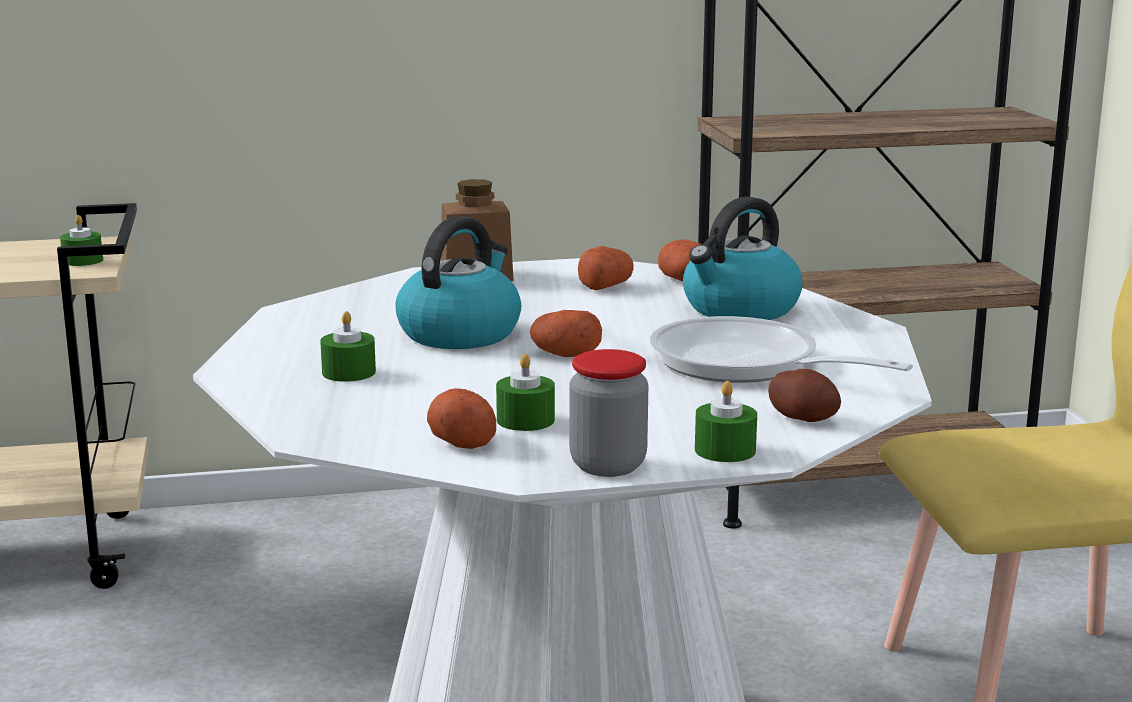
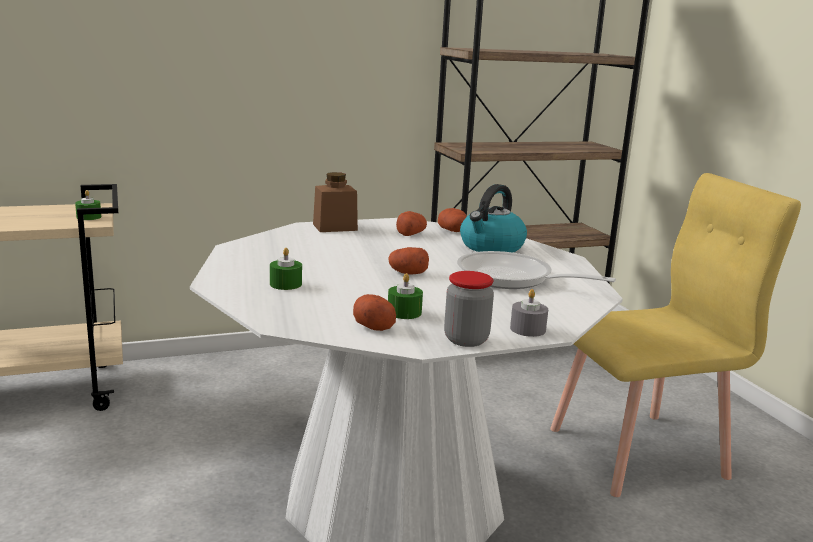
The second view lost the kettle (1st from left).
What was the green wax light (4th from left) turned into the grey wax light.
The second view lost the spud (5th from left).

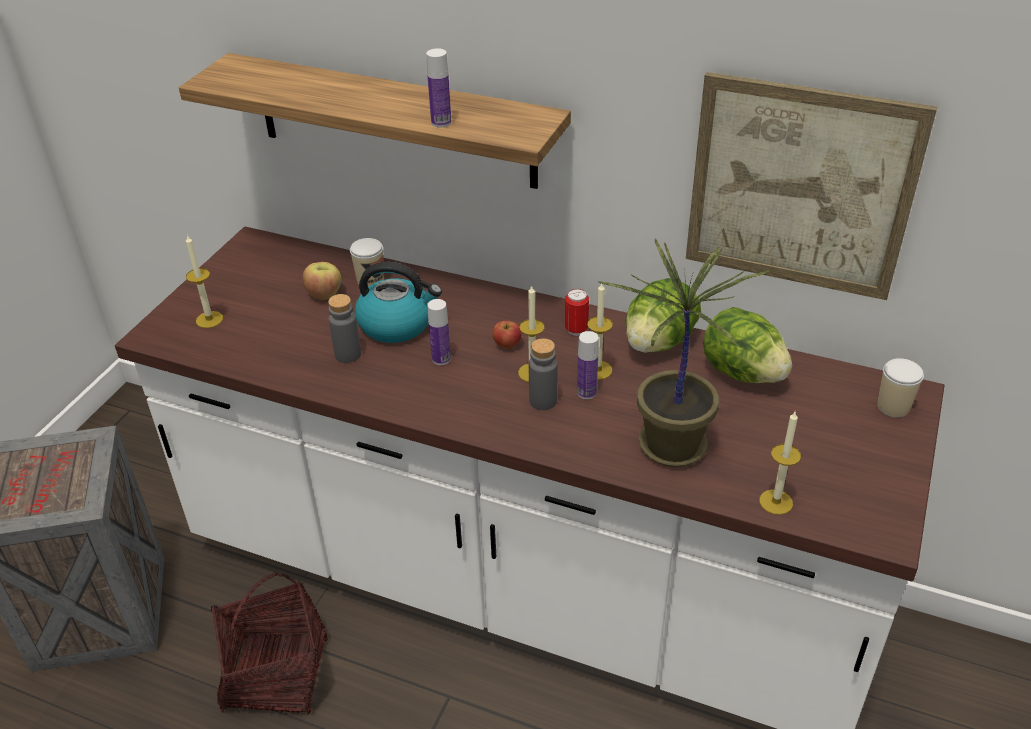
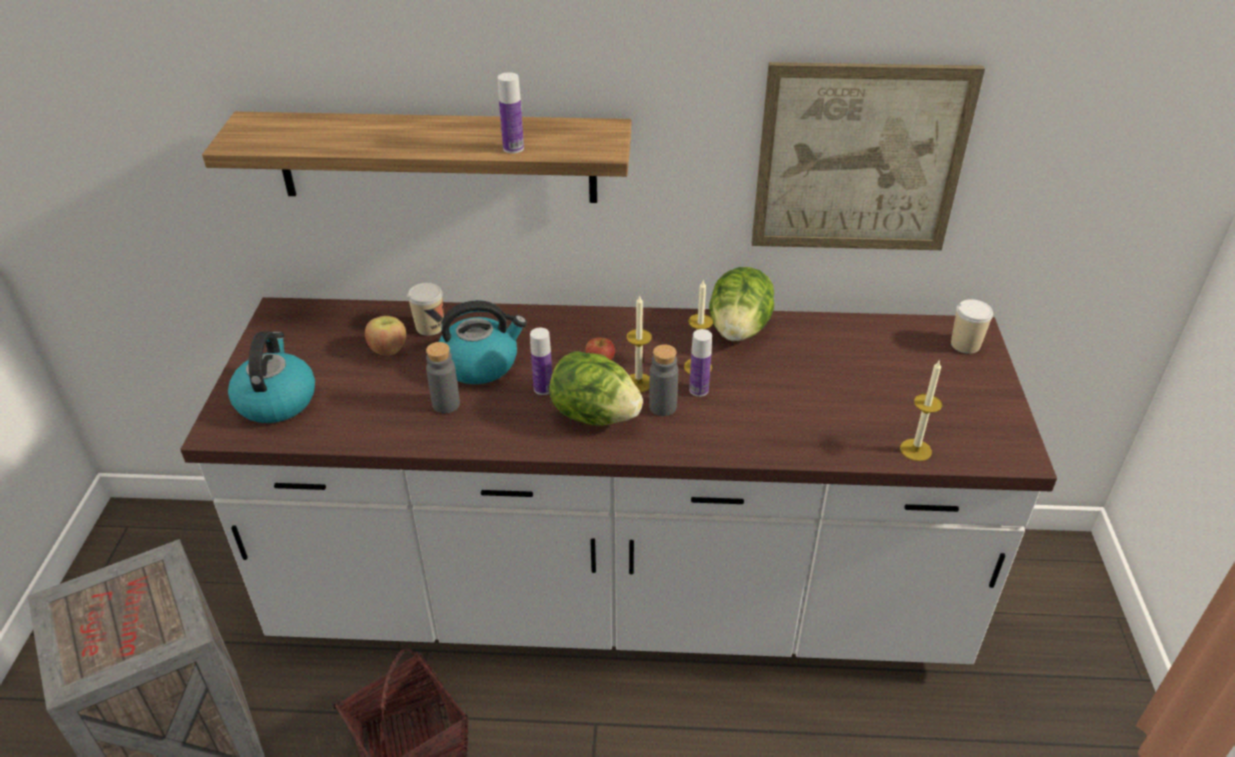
Where the wax light (1st from left) stood, the kettle (1st from left) came to stand.
The second view lost the can.
The second view lost the houseplant.
The lettuce (2nd from left in the first image) ended up elsewhere.

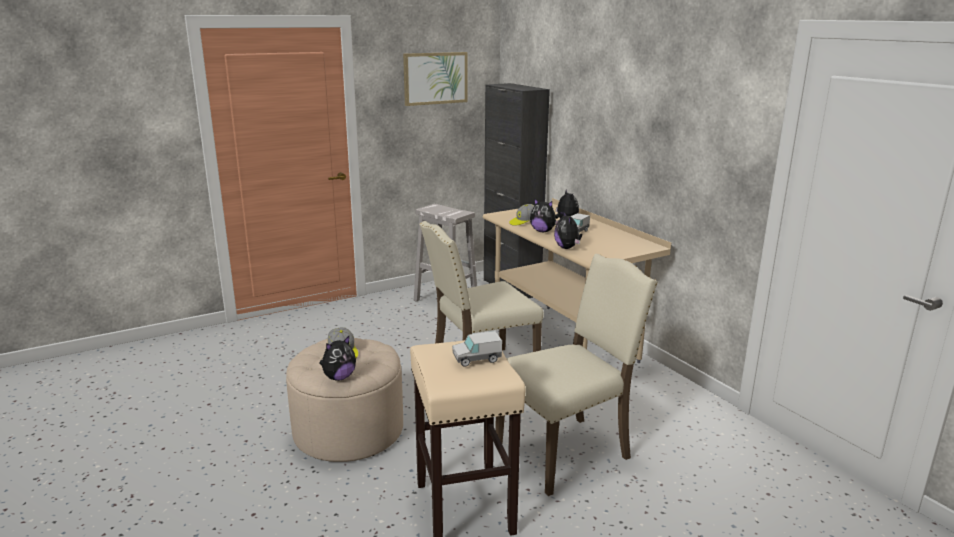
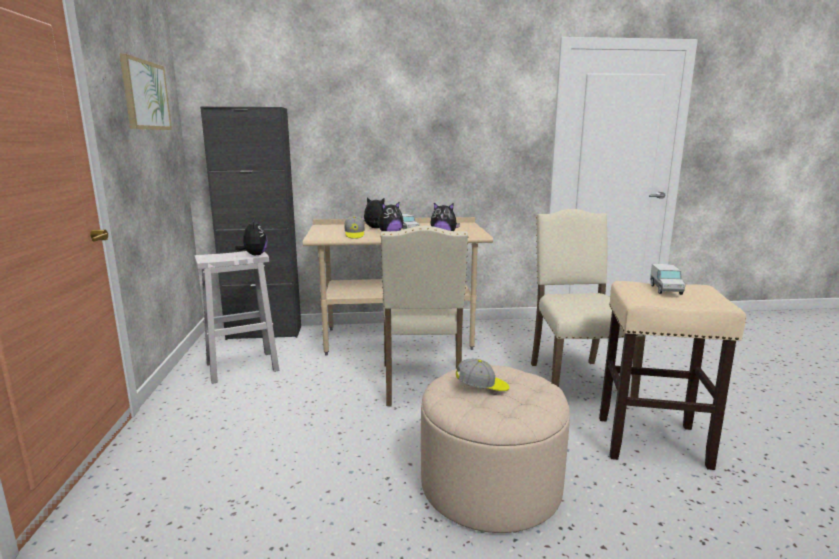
The plush toy (1st from left) ended up elsewhere.

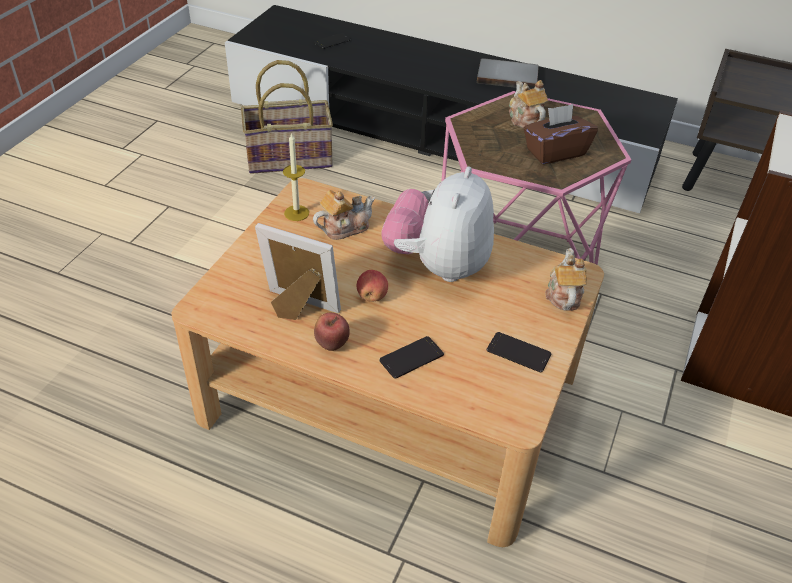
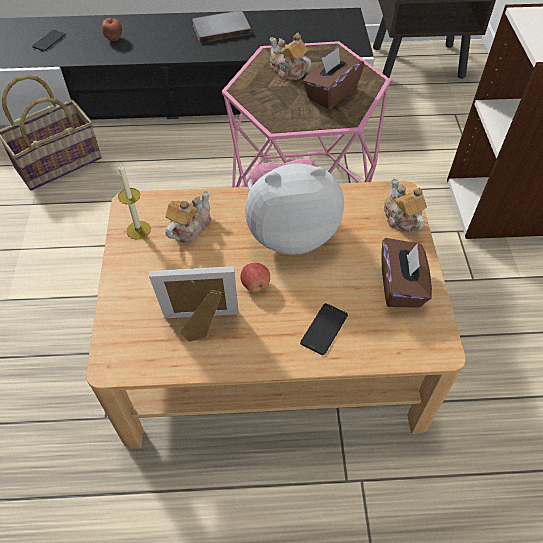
The apple fruit (1st from left) ended up elsewhere.
The plush toy ended up facing another way, 90 degrees clockwise from before.
Where the telephone (3rd from left) stood, the brownish tissue box (2nd from left) came to stand.

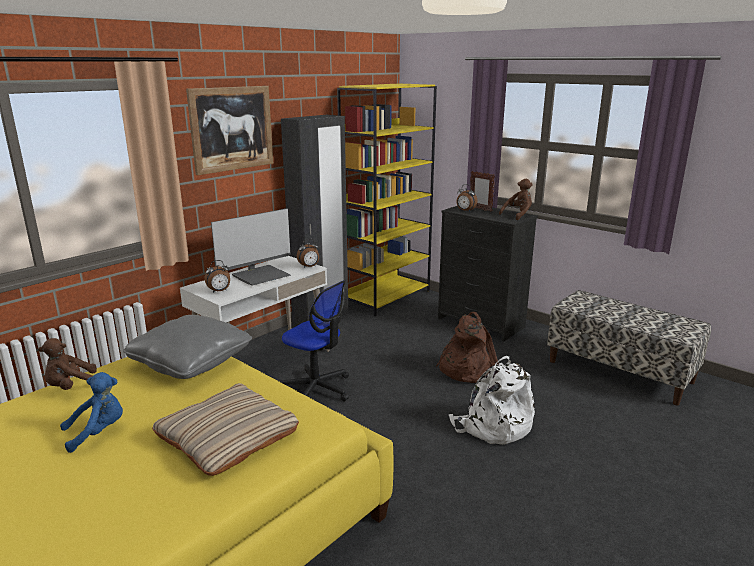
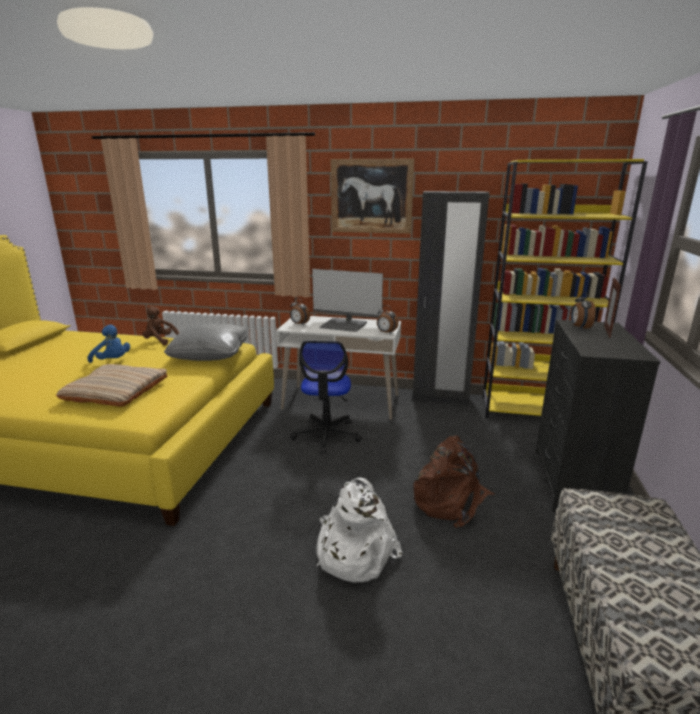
The second view lost the brownish plush toy (2nd from left).

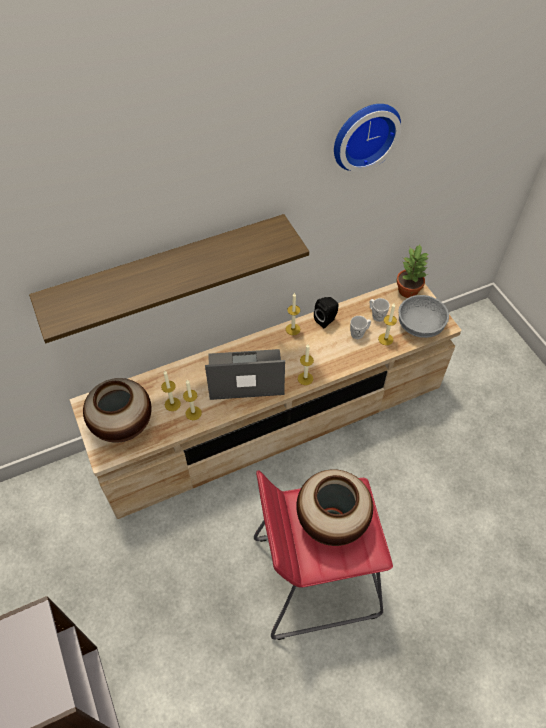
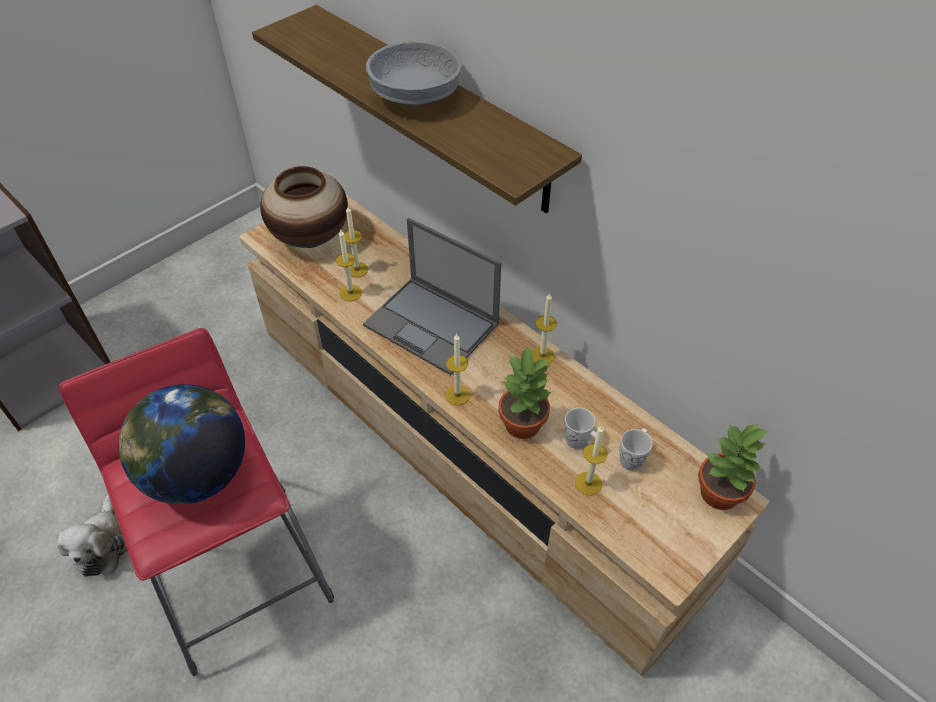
The portable computer ended up facing another way, 150 degrees clockwise from before.
Where the vase (2nd from left) stood, the world globe came to stand.
The second view lost the black-coloured loudspeaker.
The second view lost the hanging clock.
The grey deep dish ended up elsewhere.
The second view gained the plush toy.
The second view gained the houseplant (1st from left).

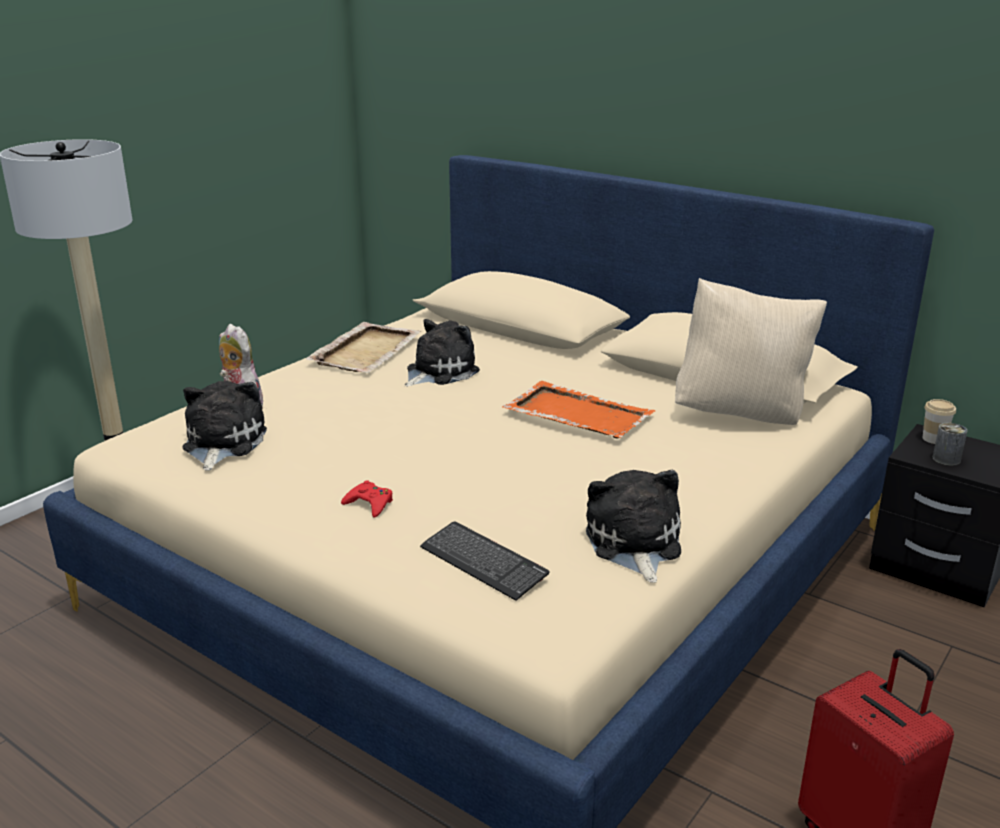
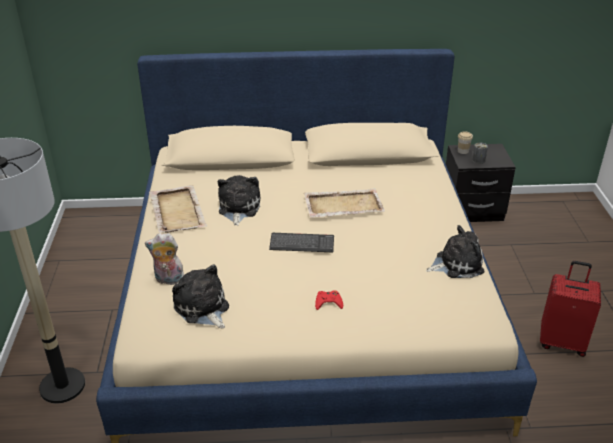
The keyboard ended up elsewhere.
What was the orange carrying tray turned into the sand-coloured carrying tray (2nd from left).
The plush toy (4th from left) ended up facing another way, 120 degrees clockwise from before.
The second view lost the sand-coloured pillow.

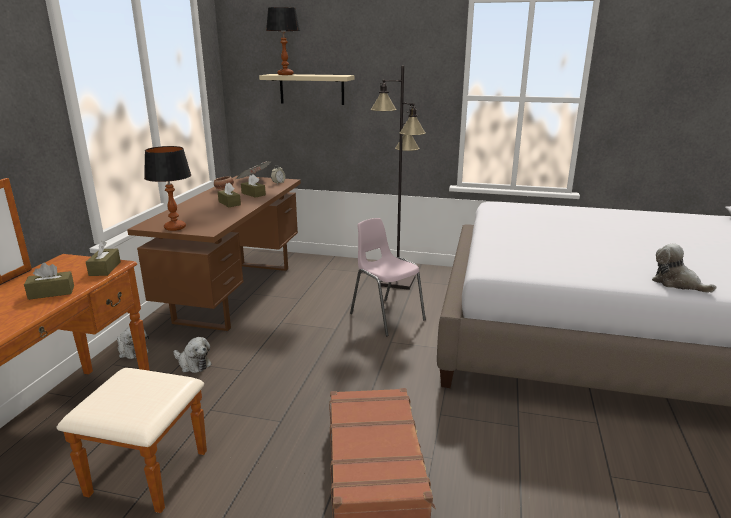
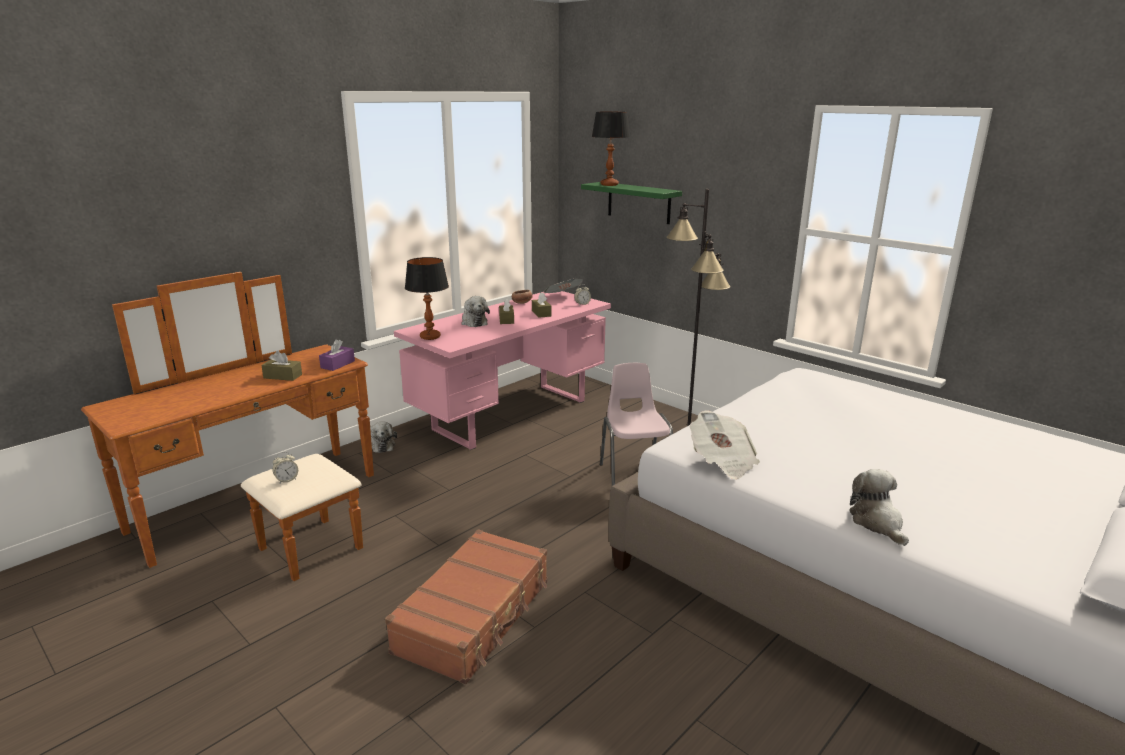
What was the brownish tissue box (2nd from left) turned into the purplish tissue box.
What was the brownish desk turned into the pink-coloured desk.
The plush toy (2nd from left) ended up elsewhere.
What was the sand-coloured shelf turned into the green shelf.
The second view gained the table clock (1st from left).
The second view gained the daily paper (2nd from left).

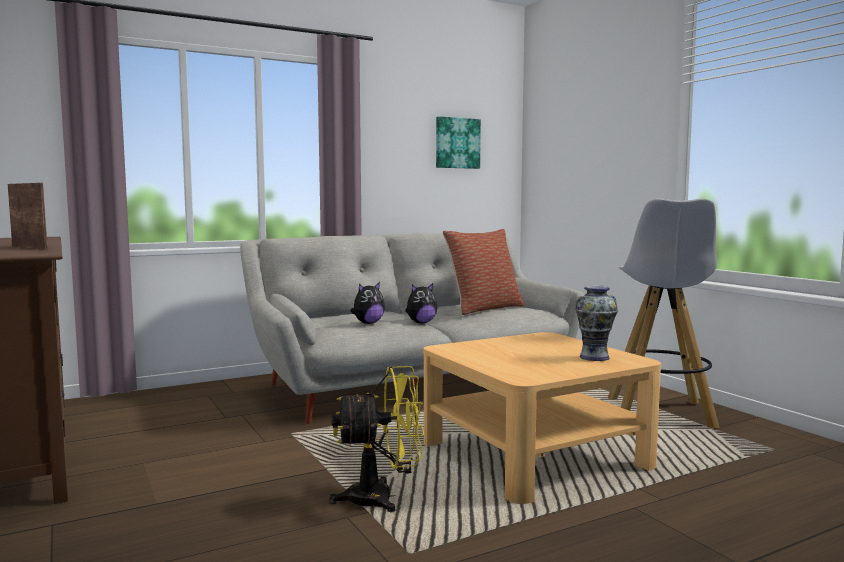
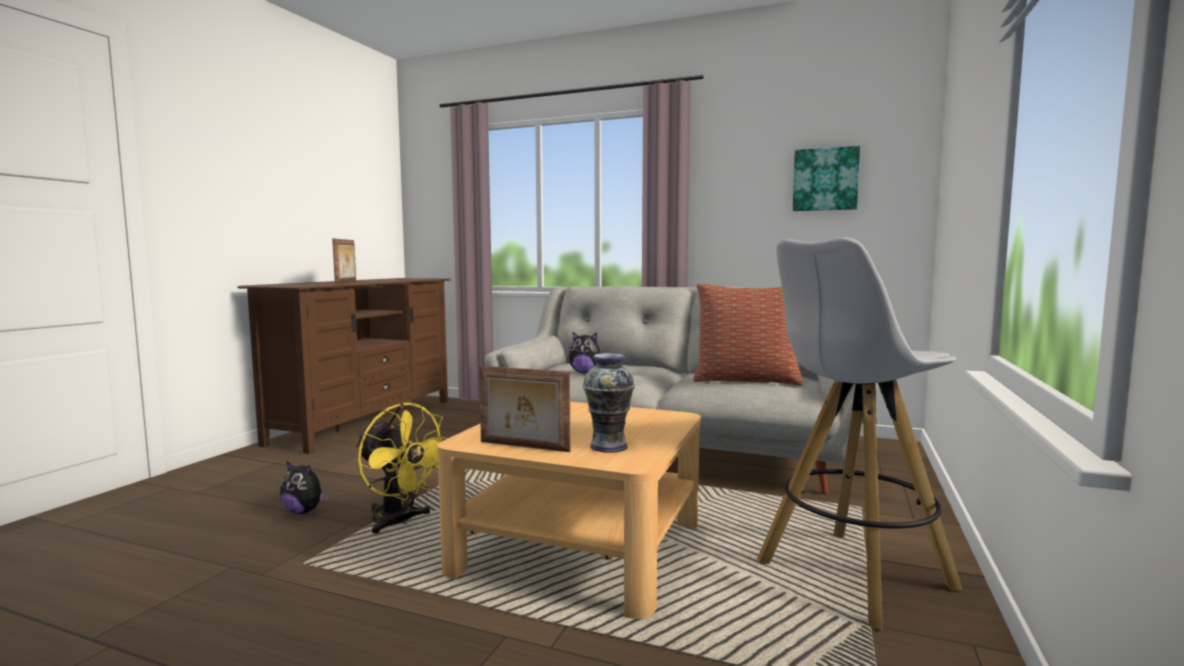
The plush toy (2nd from left in the first image) ended up elsewhere.
The second view gained the standing frame (2nd from left).

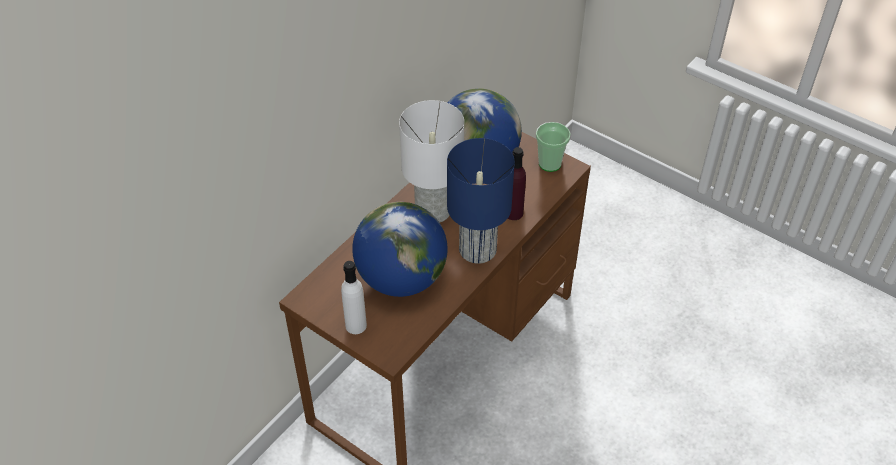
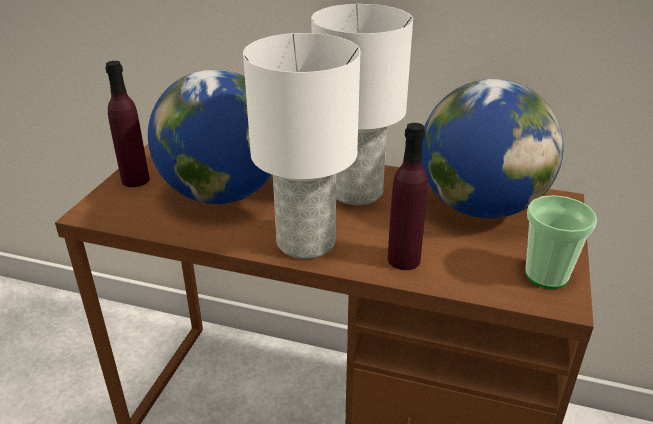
What was the whitish drink bottle turned into the purplish drink bottle (1st from left).
What was the bluish table lamp turned into the whitish table lamp (1st from left).

